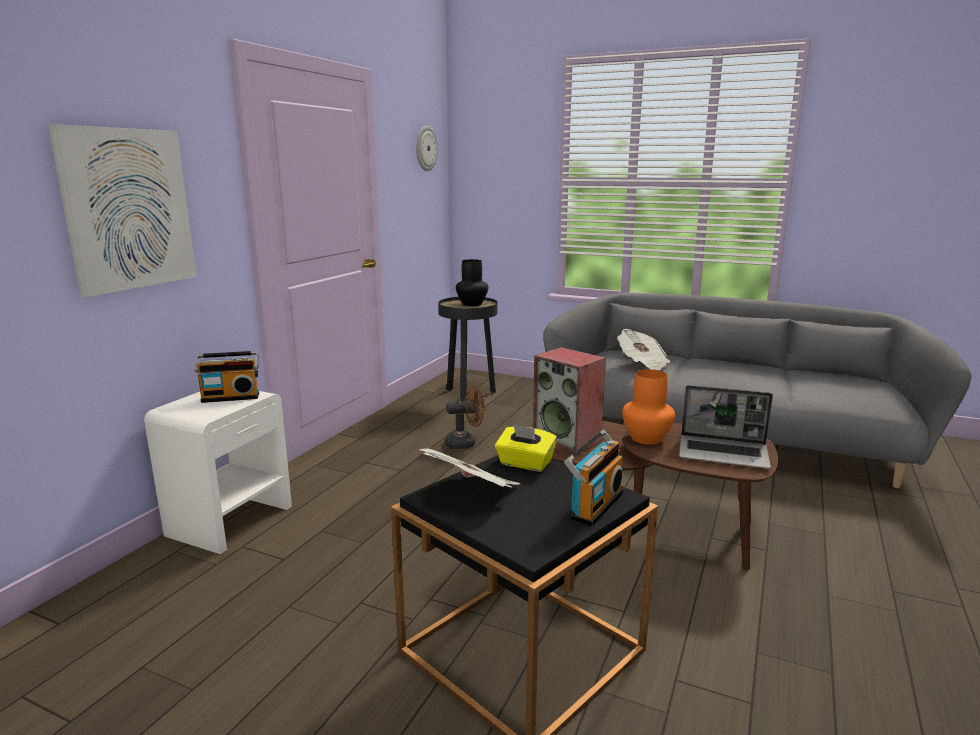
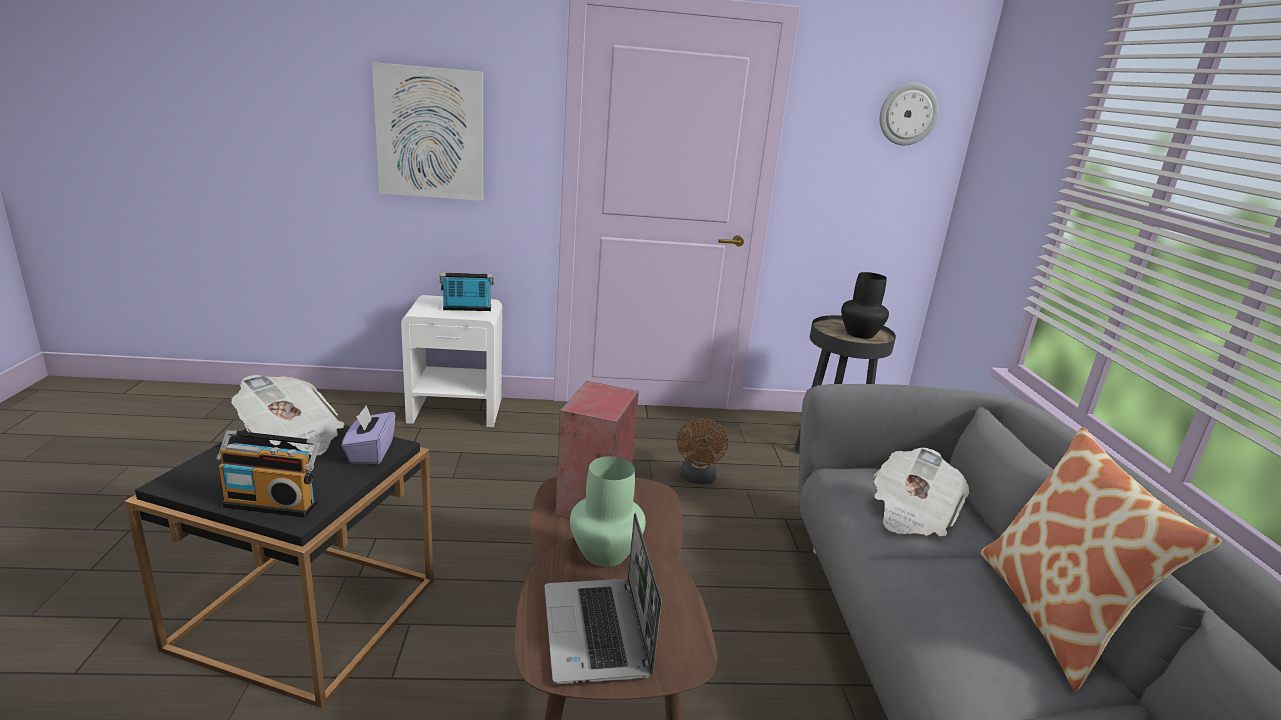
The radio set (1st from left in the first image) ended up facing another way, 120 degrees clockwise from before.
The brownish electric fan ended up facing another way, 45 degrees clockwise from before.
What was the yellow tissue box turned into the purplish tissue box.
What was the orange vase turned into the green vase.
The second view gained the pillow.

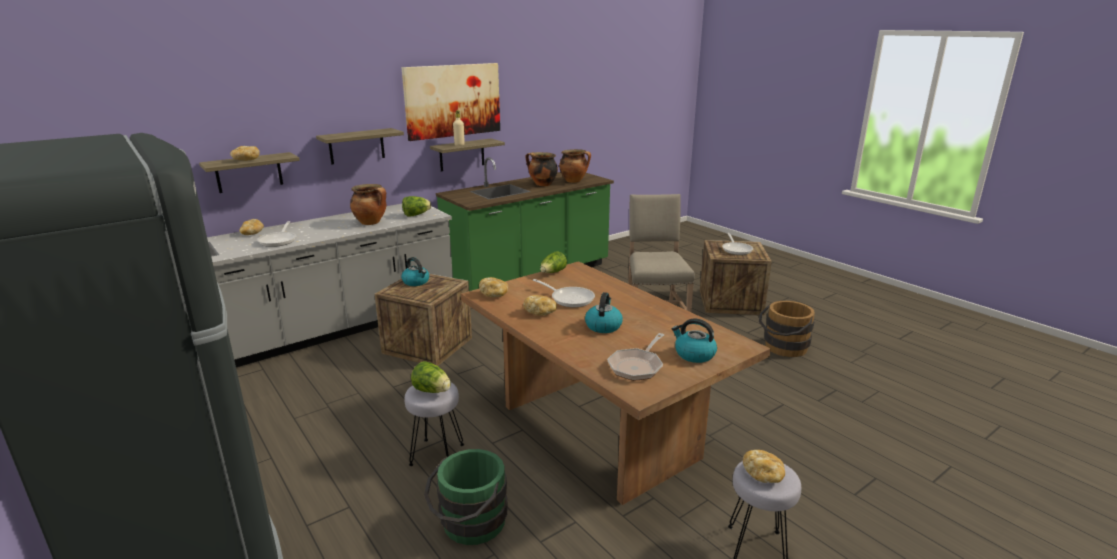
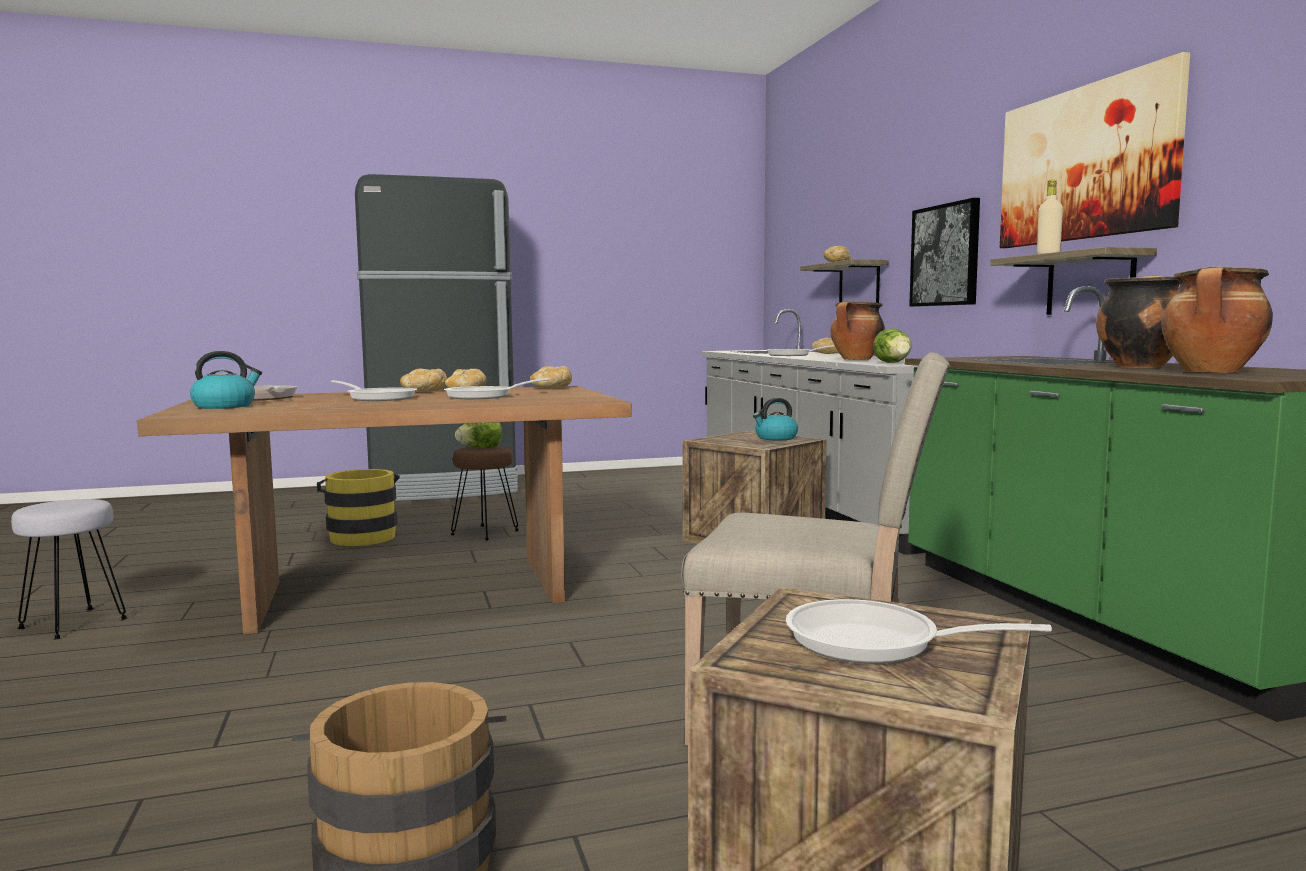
Where the shelf (2nd from left) hung, the picture (1st from left) came to hang.
What was the grey sitting stool (1st from left) turned into the brownish sitting stool.
What was the green pail turned into the yellow pail.
The second view lost the lettuce (3rd from left).
Where the kettle (2nd from left) stood, the skillet (2nd from left) came to stand.
The bread (5th from left in the first image) ended up elsewhere.

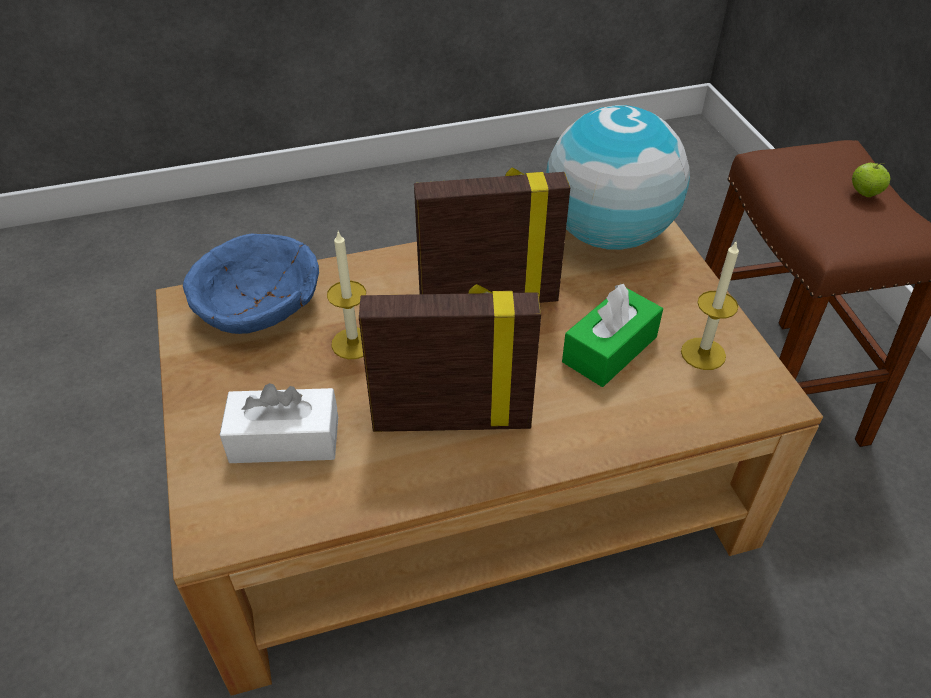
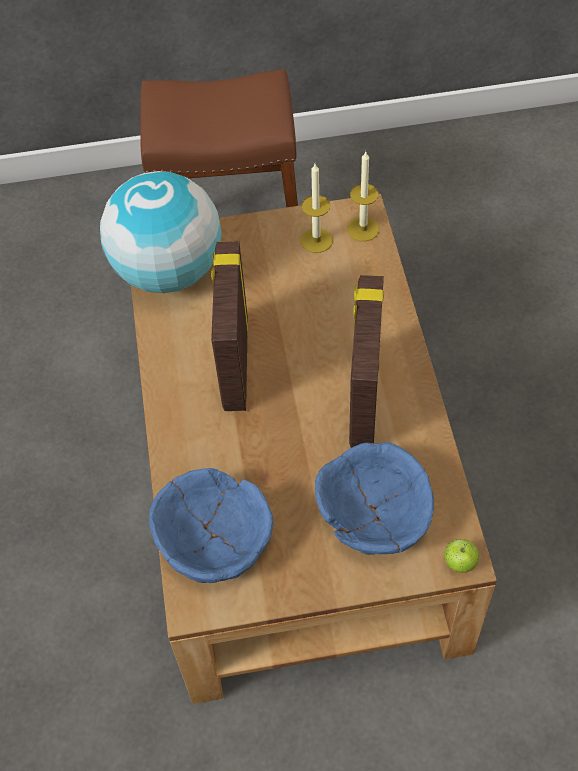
Where the whitish tissue box stood, the bluish deep dish (2nd from left) came to stand.
The wax light (1st from left in the first image) ended up elsewhere.
The second view lost the green tissue box.
The apple fruit ended up elsewhere.

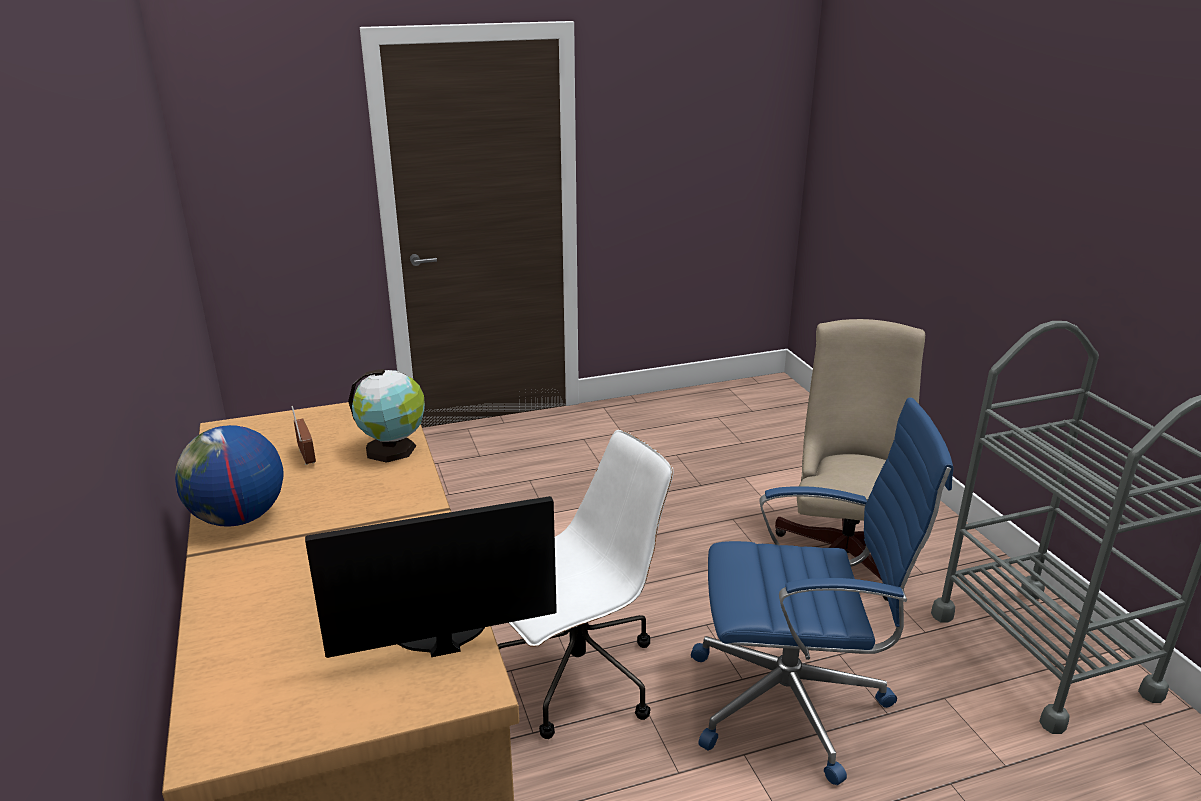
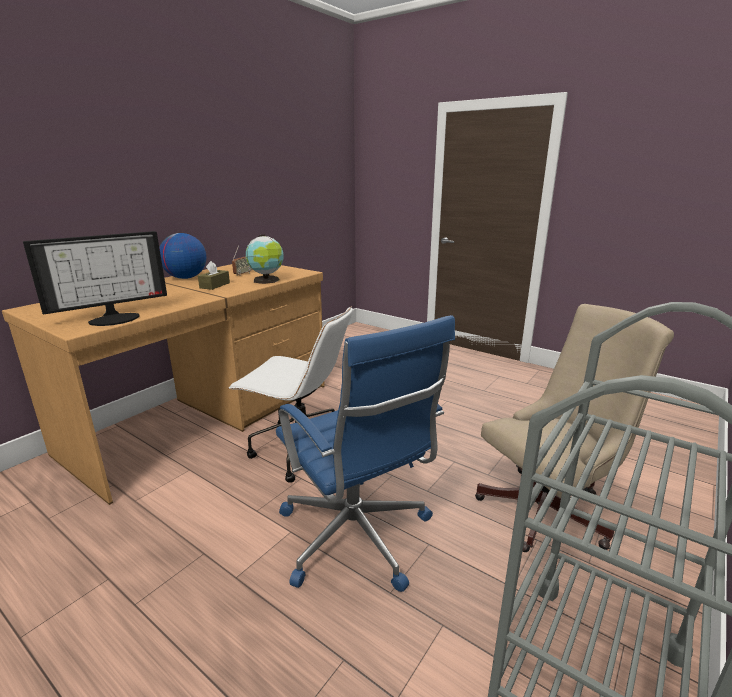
The computer display ended up facing another way, 105 degrees clockwise from before.
The second view gained the brownish tissue box.

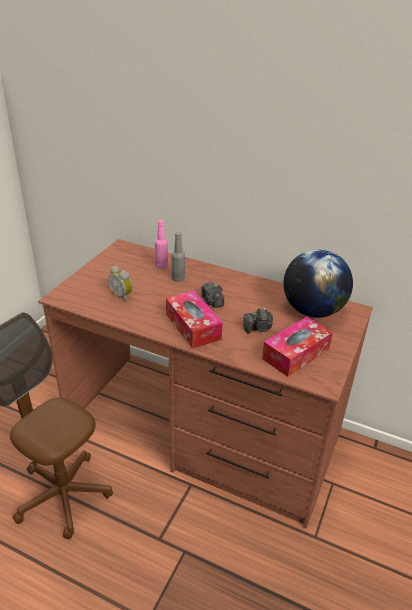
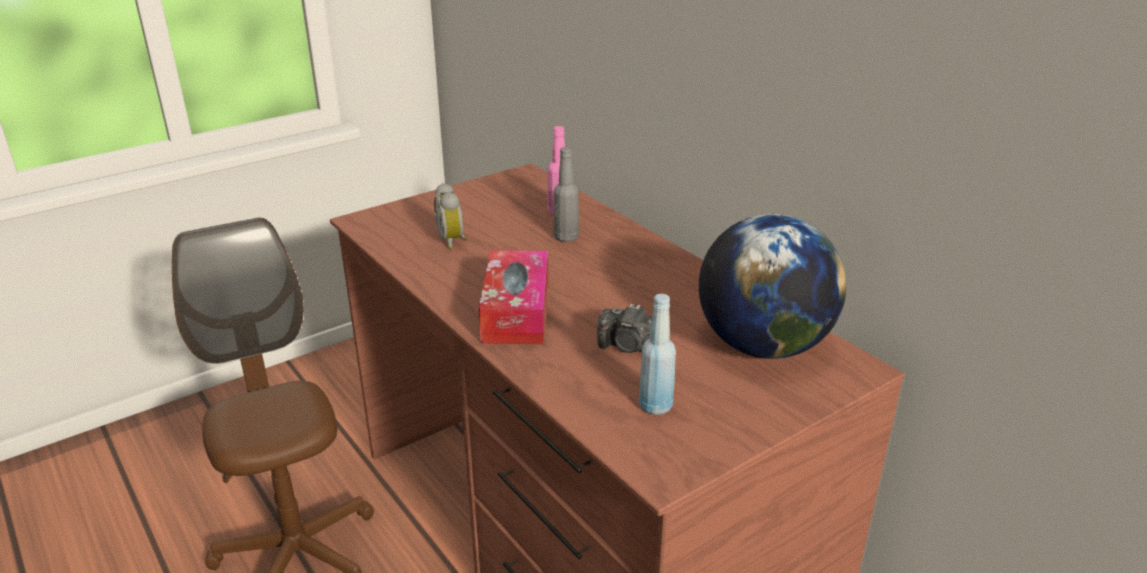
The second view lost the still camera (1st from left).
Where the tissue box (2nd from left) stood, the bluish drink bottle came to stand.

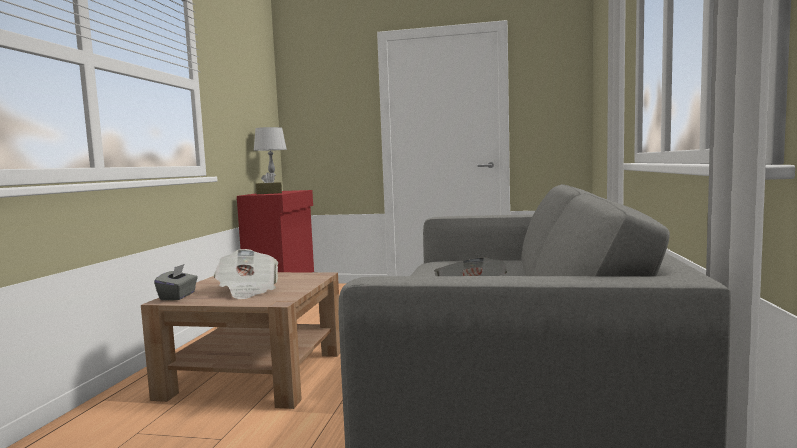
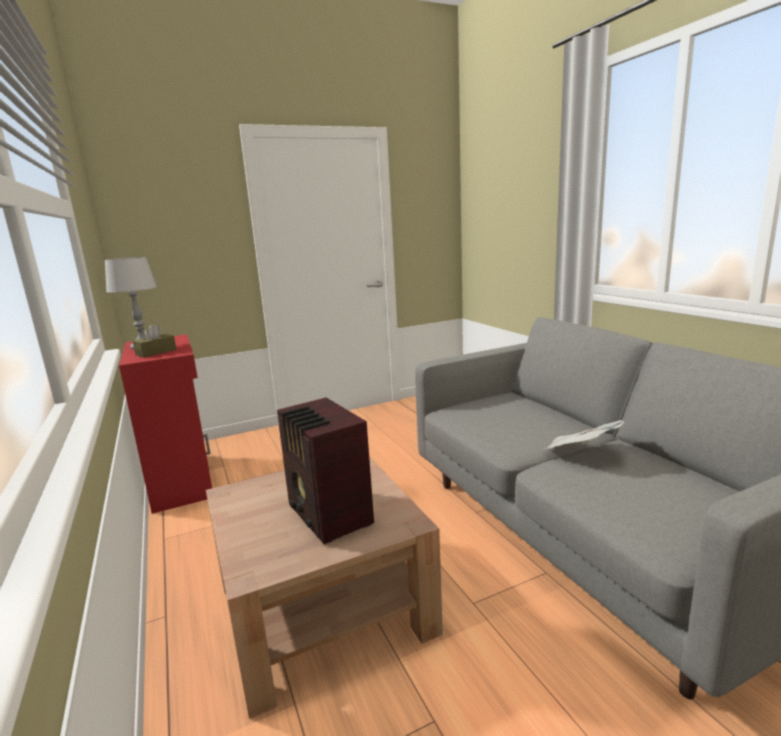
The second view lost the grey tissue box.
Where the daily paper (1st from left) stood, the radio set came to stand.

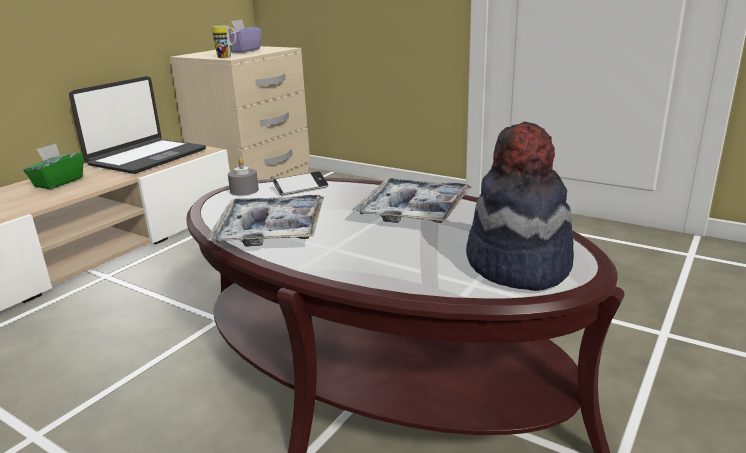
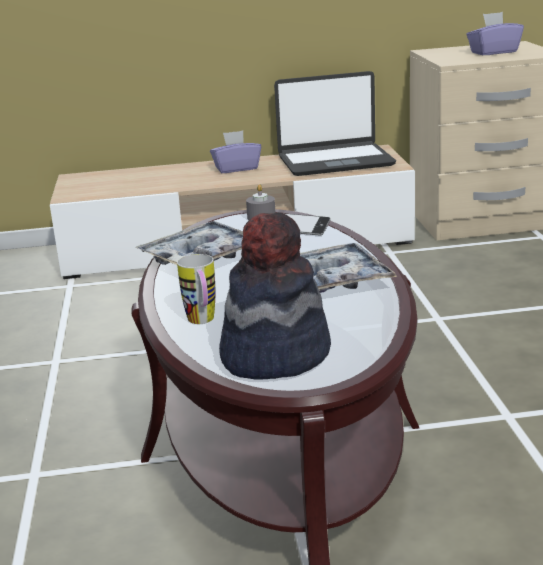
What was the green tissue box turned into the purplish tissue box (1st from left).
The tea mug ended up elsewhere.

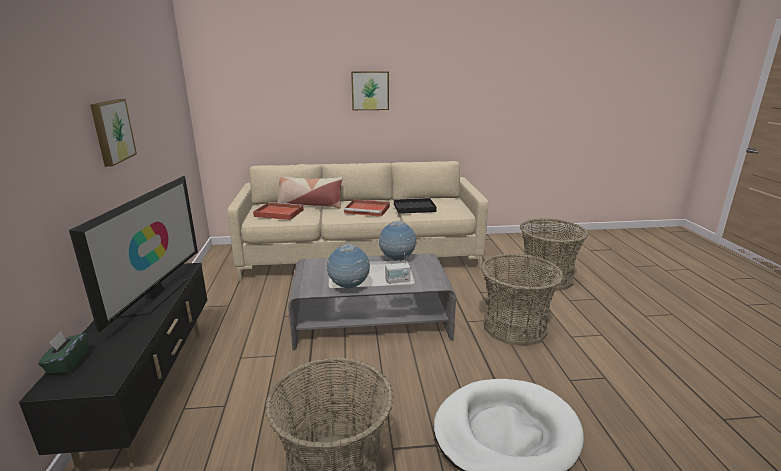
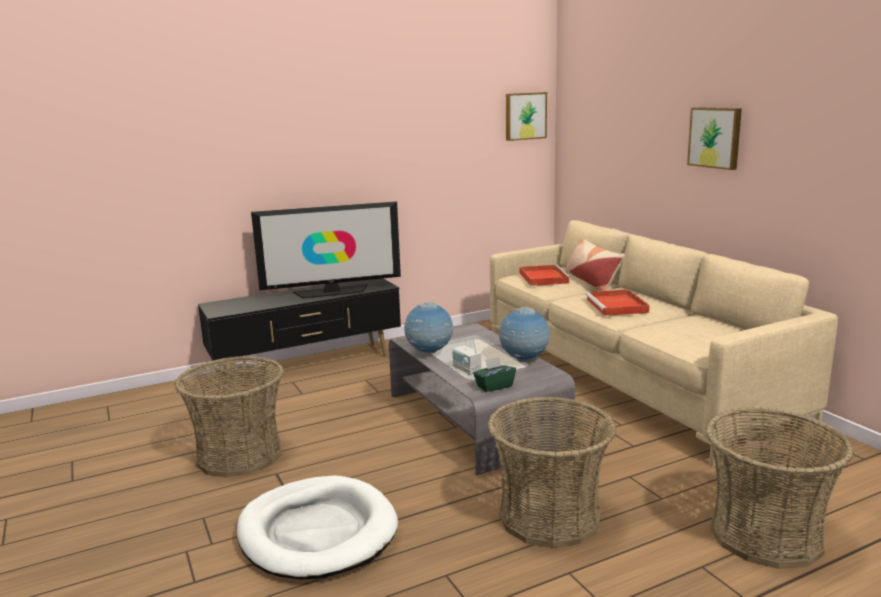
The green tissue box ended up elsewhere.
The picture (1st from left) ended up elsewhere.
The second view lost the black-coloured carrying tray.

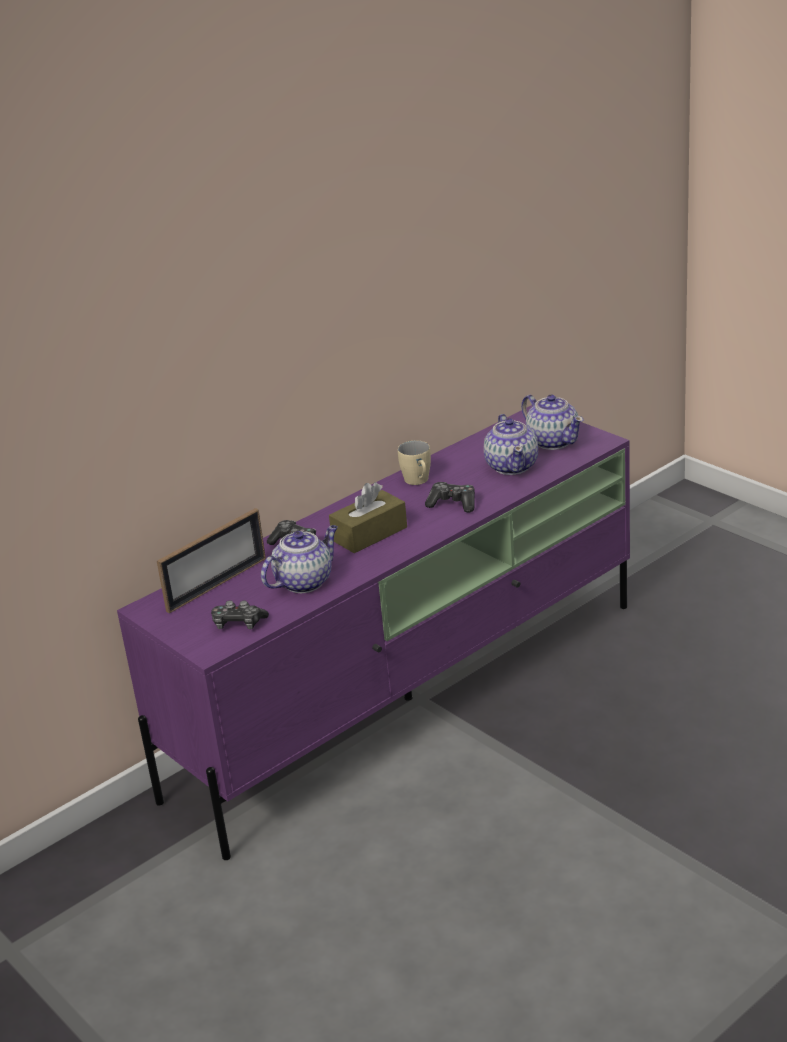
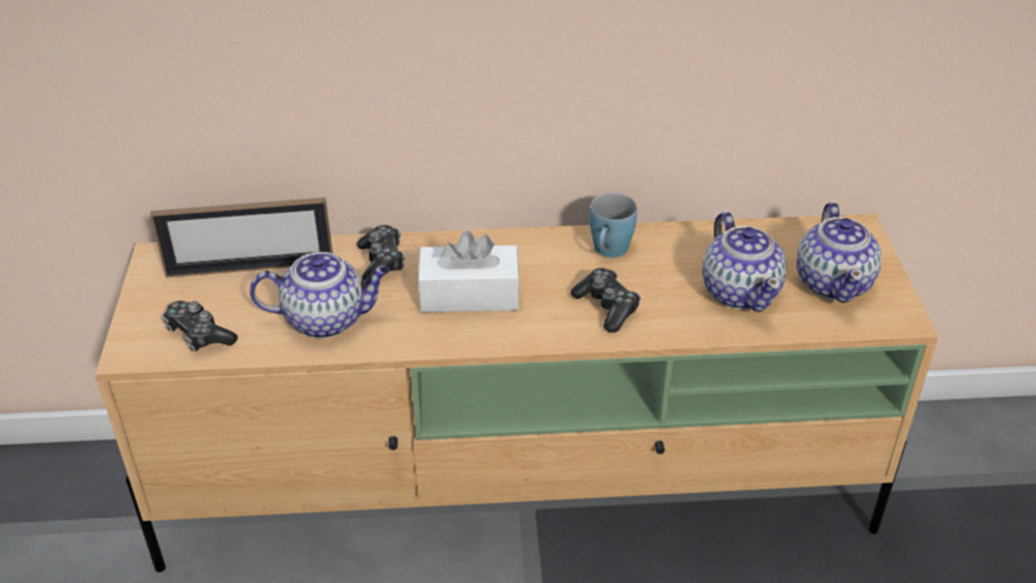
What was the purplish tv unit turned into the sand-coloured tv unit.
What was the brownish tissue box turned into the whitish tissue box.
What was the sand-coloured tea mug turned into the bluish tea mug.
The teapot (2nd from left) ended up facing another way, 45 degrees counterclockwise from before.

